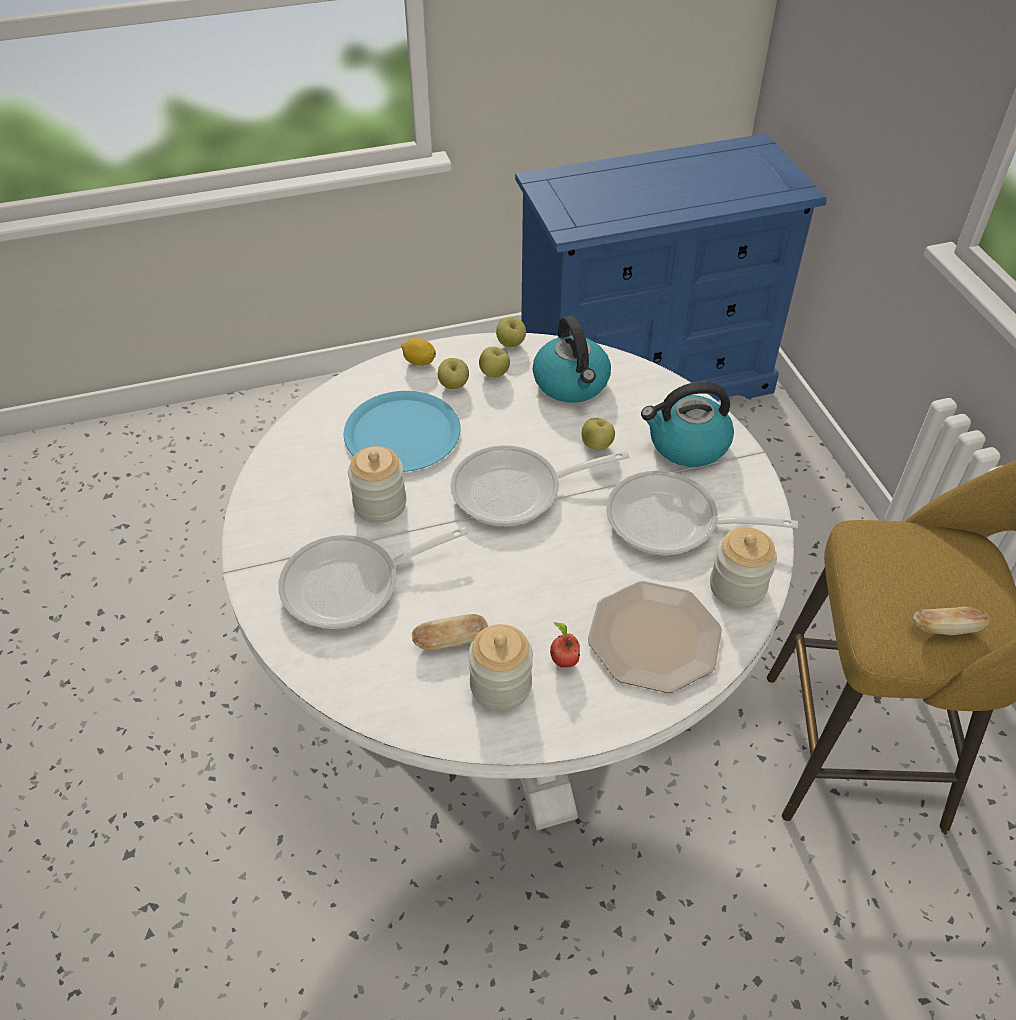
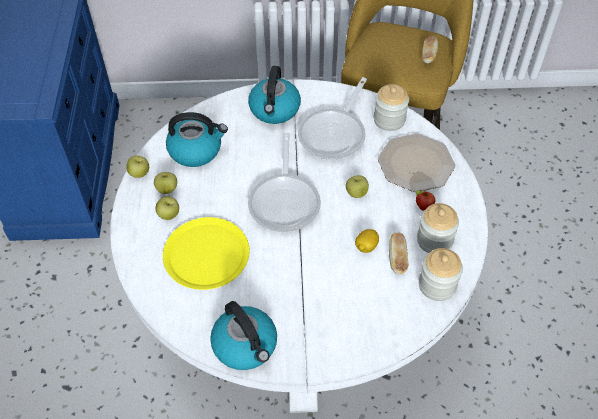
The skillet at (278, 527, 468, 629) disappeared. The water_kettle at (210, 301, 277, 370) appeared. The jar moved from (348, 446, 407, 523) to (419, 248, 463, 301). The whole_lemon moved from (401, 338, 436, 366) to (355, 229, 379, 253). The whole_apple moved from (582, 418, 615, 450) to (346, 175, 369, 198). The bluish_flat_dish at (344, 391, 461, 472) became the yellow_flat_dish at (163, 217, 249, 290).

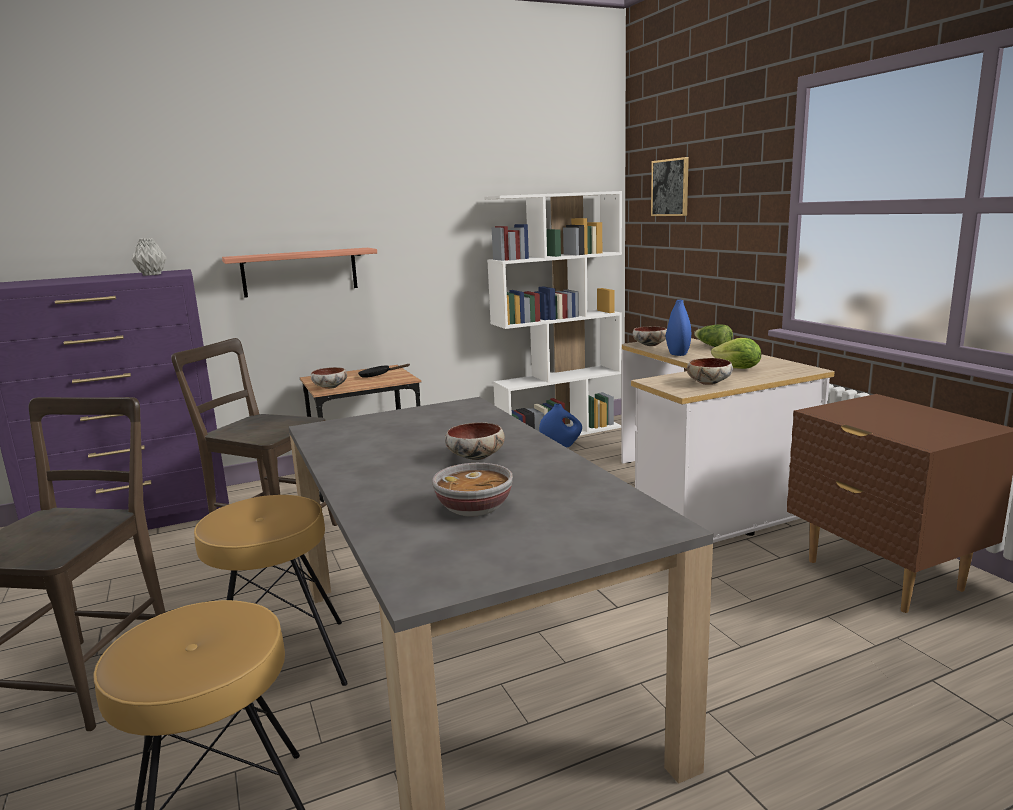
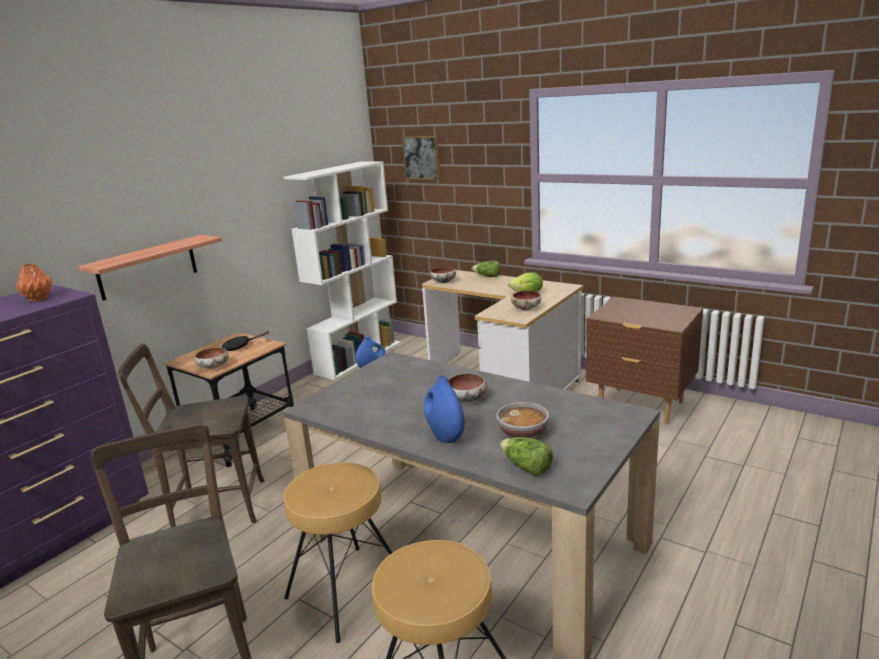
The lettuce_head at (500, 437, 553, 476) appeared. The bluish_vase moved from (666, 300, 691, 356) to (424, 375, 465, 443). The gray_vase at (132, 238, 167, 276) became the orange_vase at (16, 263, 52, 302).

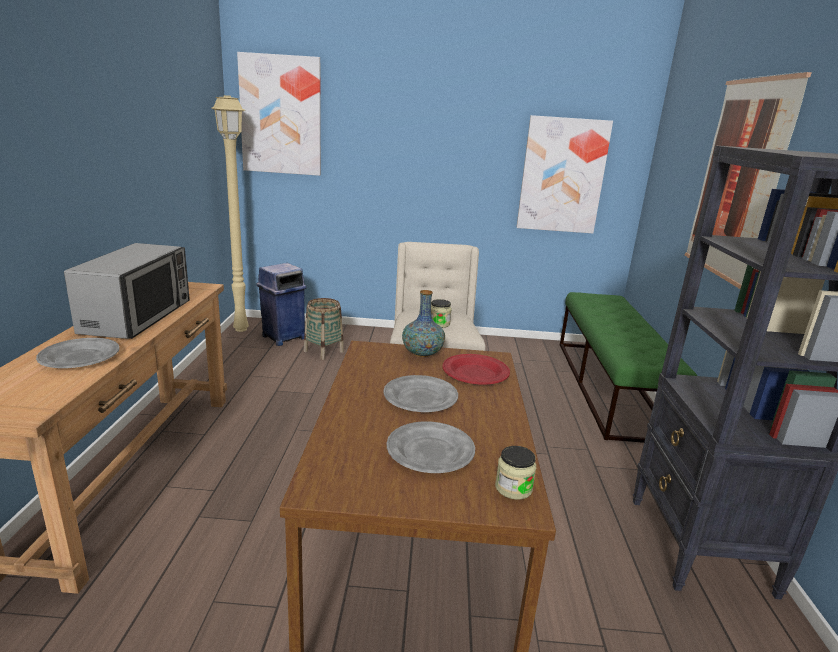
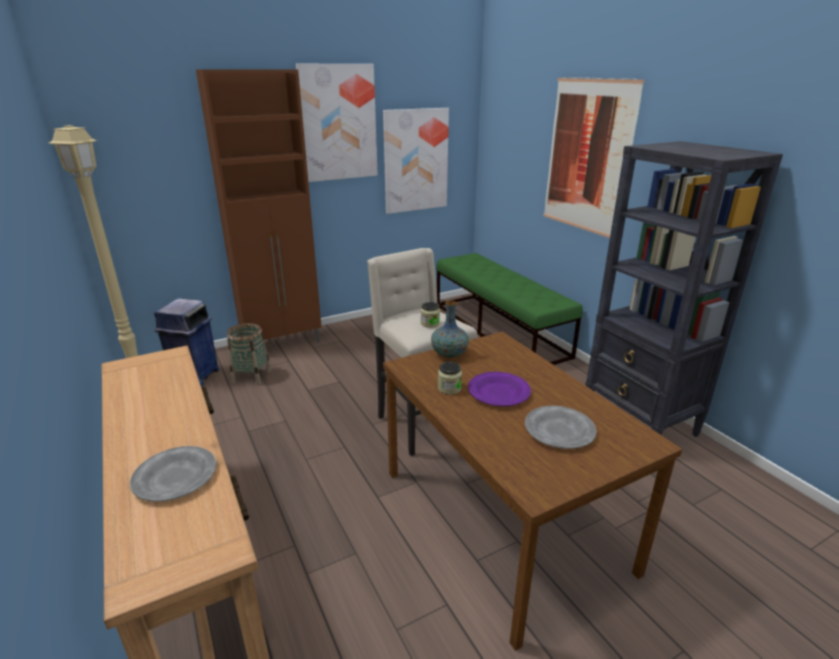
The kitchen_microwave at (64, 243, 190, 339) disappeared. The reddish_flat_dish at (442, 354, 510, 385) disappeared. The brown-coloured_cupboard at (196, 69, 322, 342) appeared. The wall_picture moved from (237, 52, 321, 176) to (296, 64, 378, 182). The jar moved from (495, 446, 536, 500) to (438, 362, 462, 395). The gray_flat_dish at (383, 375, 458, 412) became the purplish_flat_dish at (468, 372, 531, 406).

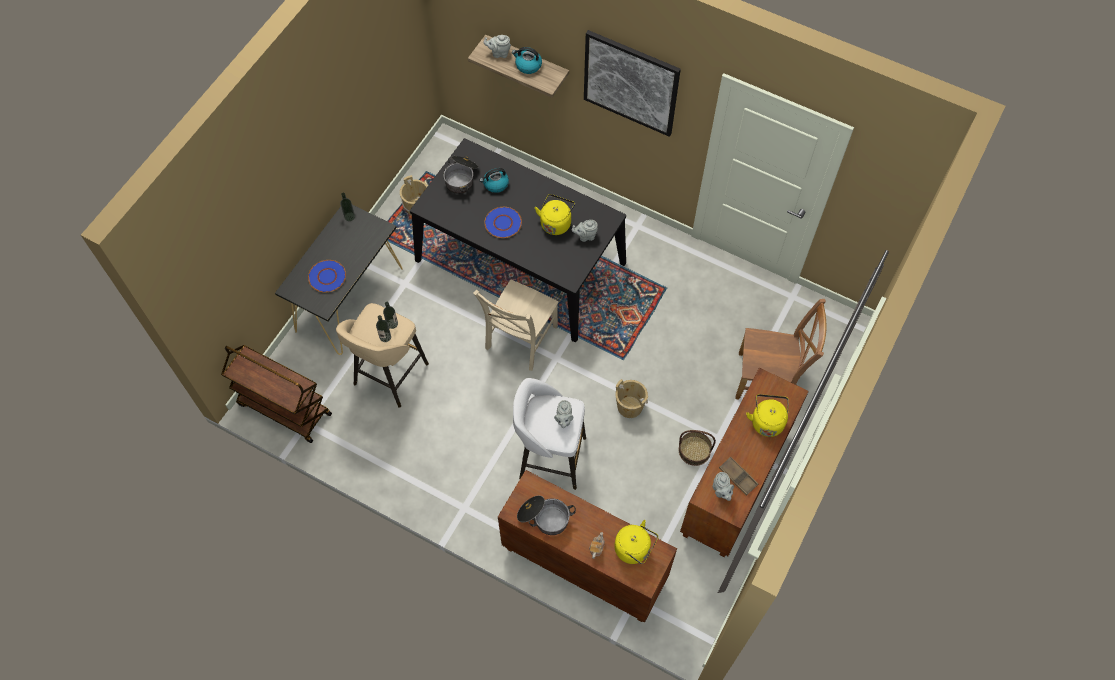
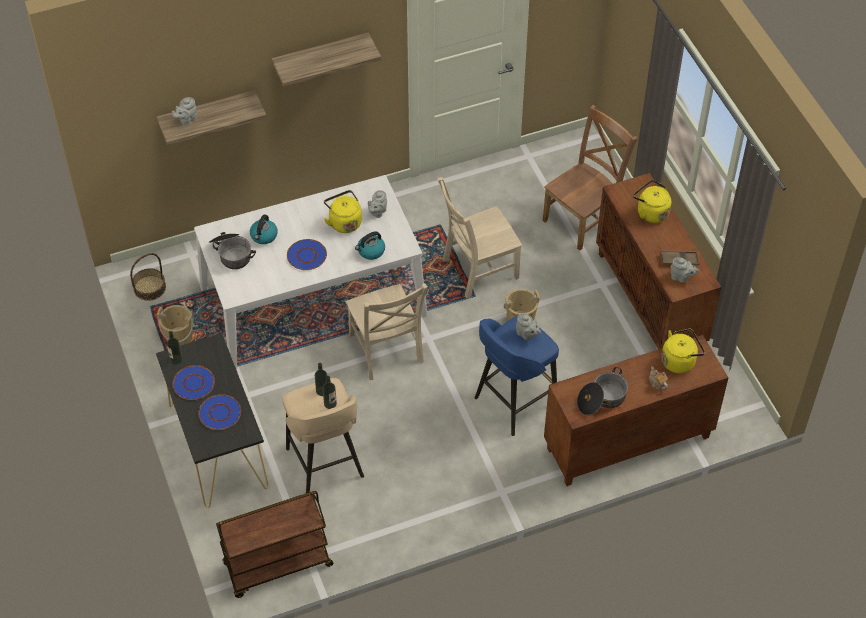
The bluish_flat_dish at (172, 365, 215, 400) appeared. The sand-coloured_chair at (437, 177, 522, 298) appeared. The water_kettle moved from (512, 47, 542, 74) to (355, 231, 385, 260). The storage_basket moved from (679, 430, 716, 466) to (130, 253, 166, 301). The wall_picture at (584, 30, 681, 137) was replaced by the shelf at (272, 32, 381, 87). The black_dinner_table at (410, 138, 626, 342) became the white-coloured_dinner_table at (194, 175, 428, 370). The white-coloured_sitting_stool at (513, 378, 586, 490) became the bluish_sitting_stool at (474, 315, 559, 436).

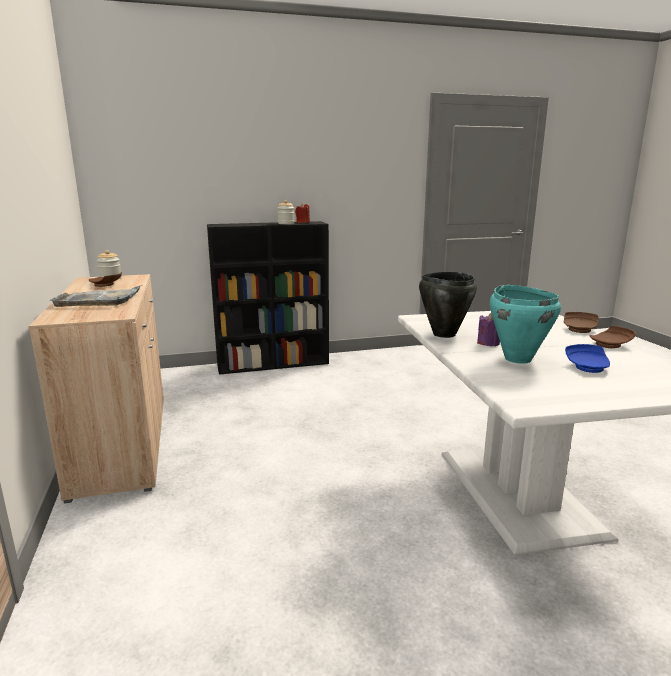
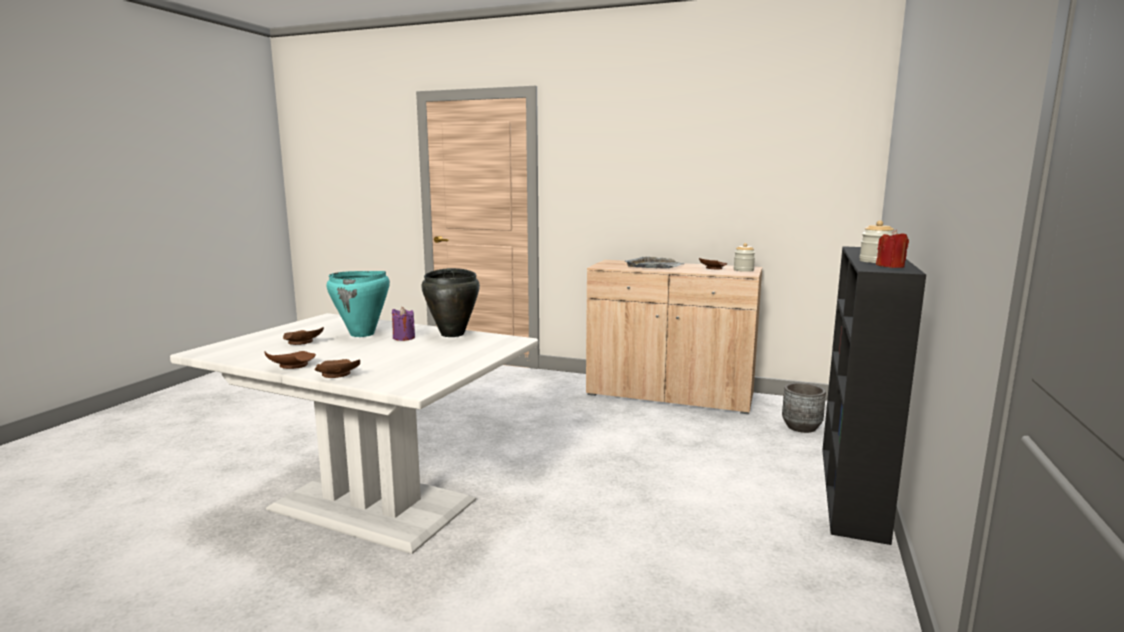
The gray_flower_pot at (782, 383, 826, 433) appeared. The bluish_flat_dish at (565, 344, 610, 373) became the brown-coloured_flat_dish at (283, 327, 324, 345).

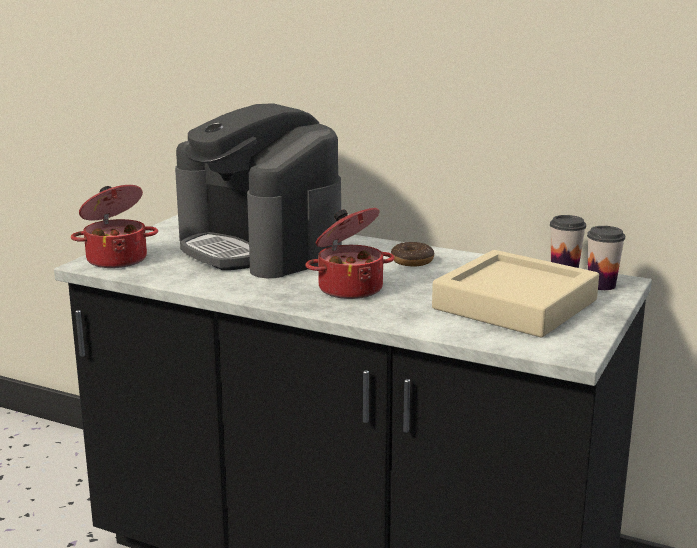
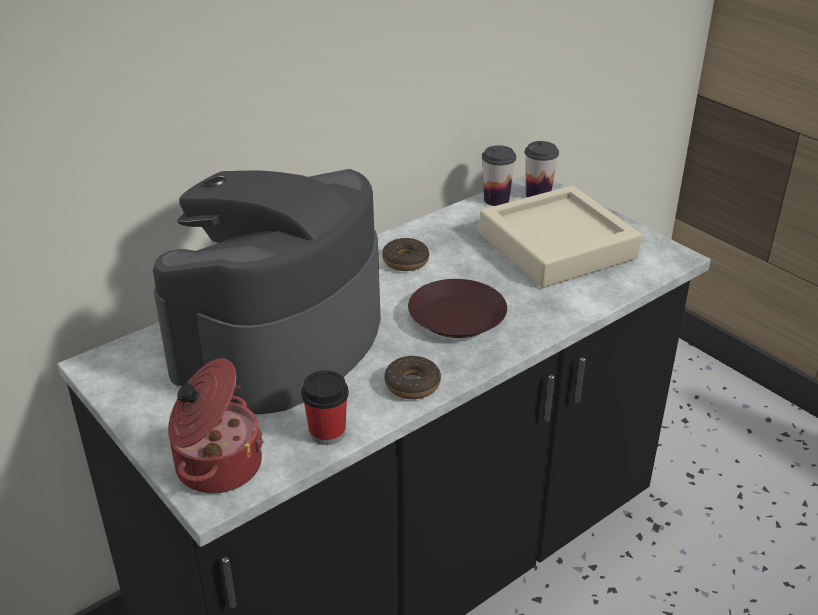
The drinking_cup at (301, 370, 349, 445) appeared. The donut at (384, 356, 441, 399) appeared. The saucepot at (305, 208, 395, 299) was replaced by the brown-coloured_flat_dish at (408, 279, 507, 338). The coffee_machine at (175, 103, 342, 278) turned 135 degrees clockwise.

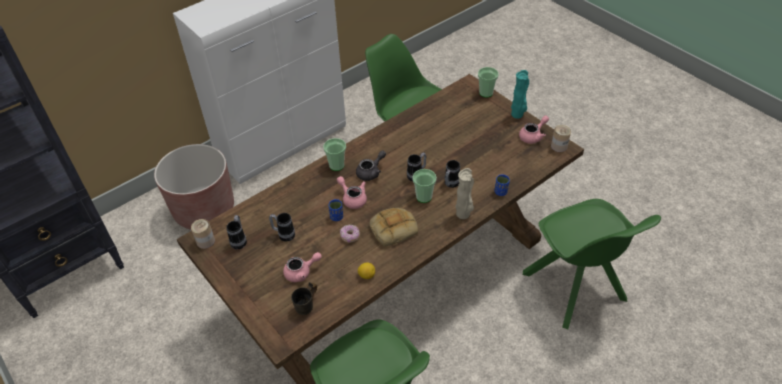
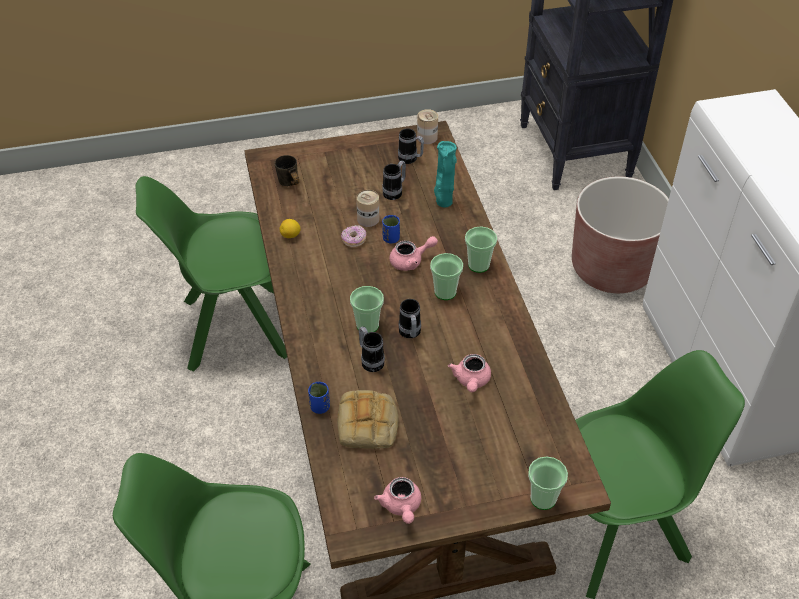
The sand-coloured_vase at (455, 168, 474, 219) disappeared. The pink-coloured_pot_for_tea moved from (283, 252, 322, 282) to (448, 354, 491, 392). The baked_bread moved from (370, 208, 418, 247) to (337, 390, 398, 449). The turquoise-coloured_vase moved from (511, 70, 529, 119) to (434, 141, 457, 208). The sealed_can moved from (551, 125, 571, 152) to (356, 190, 379, 227). The gray_pot_for_tea at (356, 150, 386, 181) was replaced by the drinking_cup at (430, 253, 463, 300).

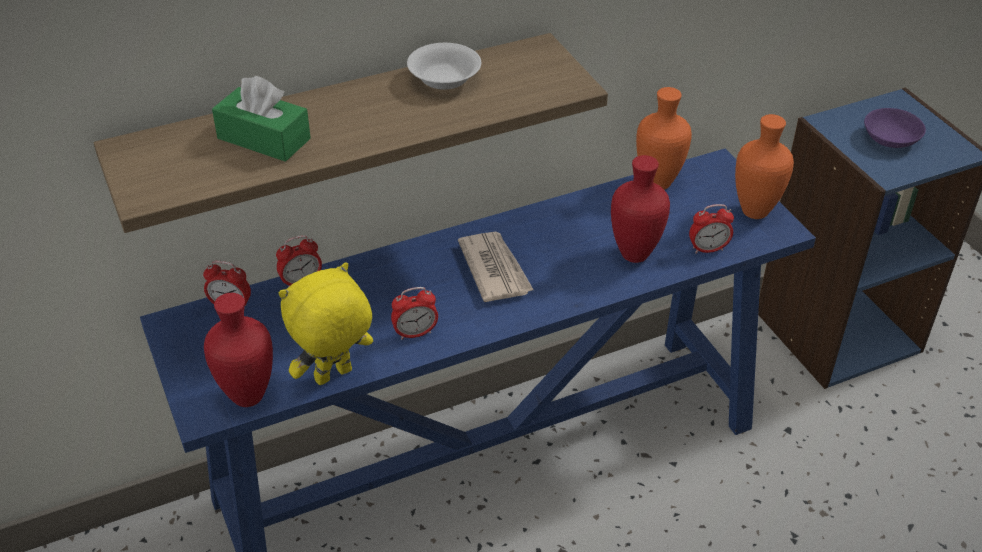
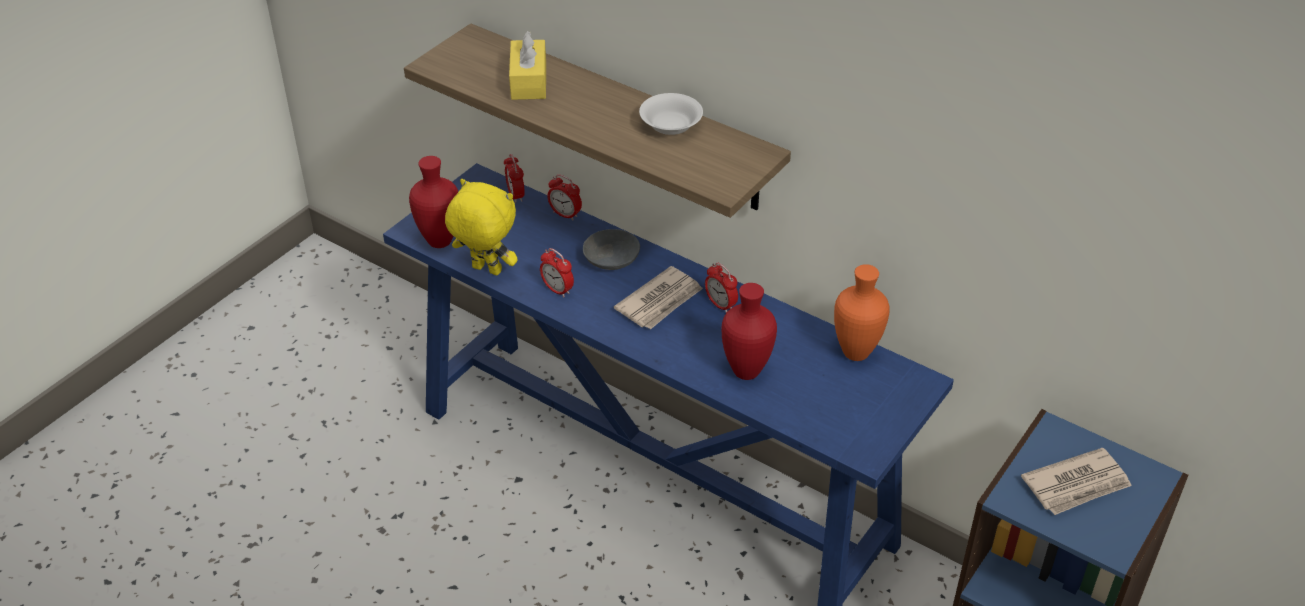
The orange_vase at (735, 114, 794, 219) disappeared. The gray_serving_bowl at (583, 229, 640, 270) appeared. The alarm_clock moved from (689, 204, 734, 253) to (705, 262, 738, 313). The purplish_serving_bowl at (864, 108, 926, 148) was replaced by the daily_paper at (1021, 448, 1132, 515). The green_tissue_holder at (212, 76, 311, 162) became the yellow_tissue_holder at (509, 31, 546, 100).

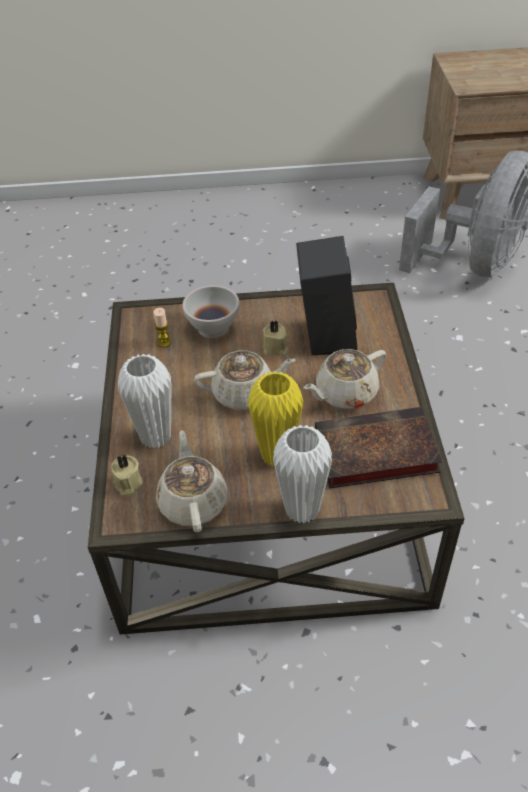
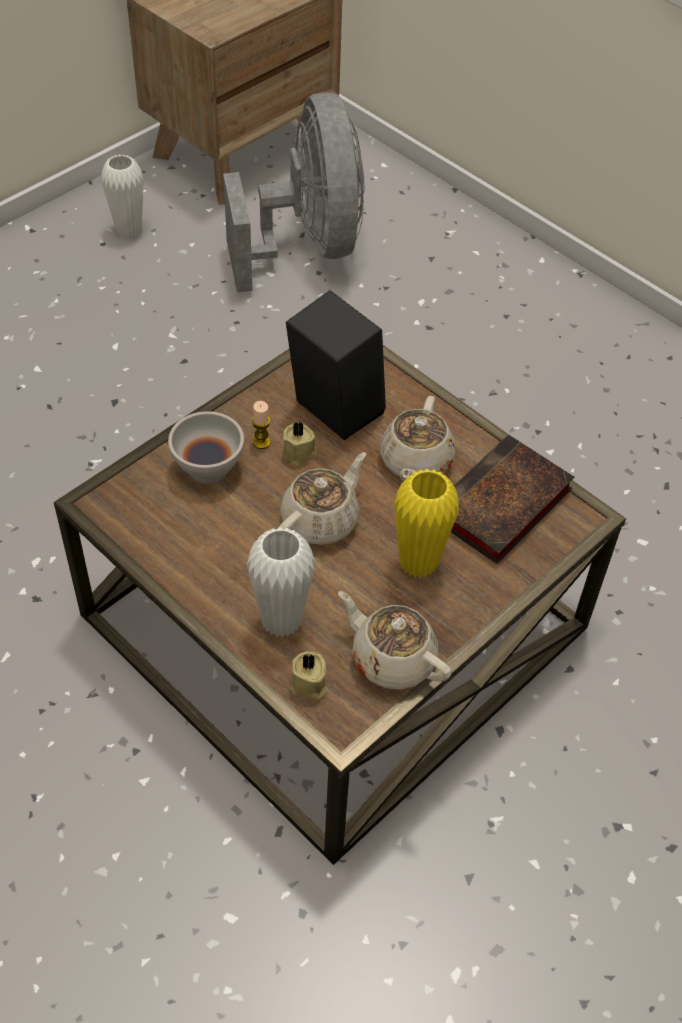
The candle moved from (154, 308, 171, 348) to (252, 401, 271, 449). The white-coloured_vase moved from (273, 425, 332, 524) to (101, 154, 144, 238).

